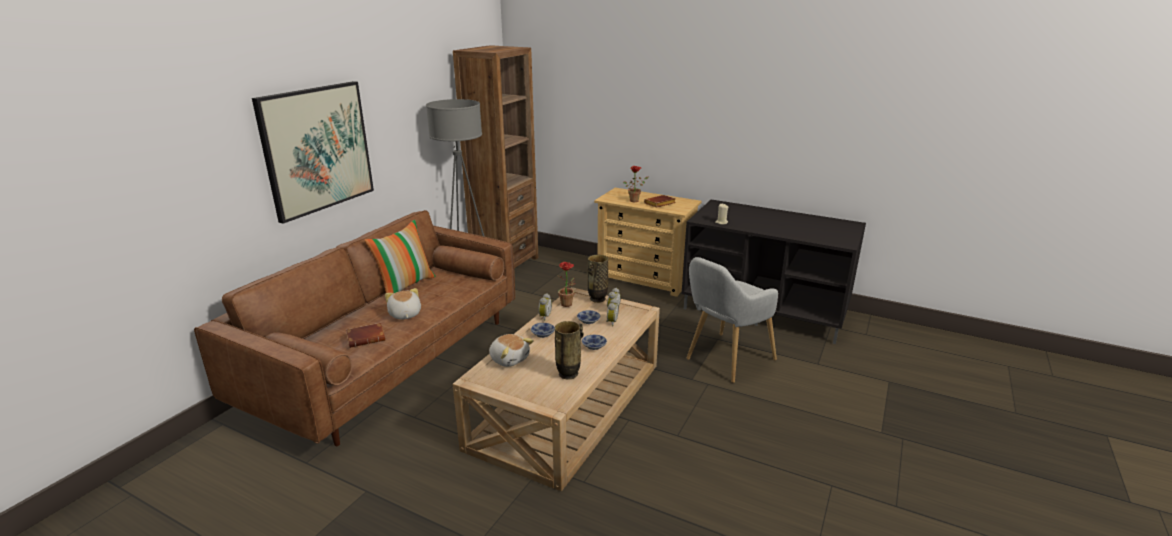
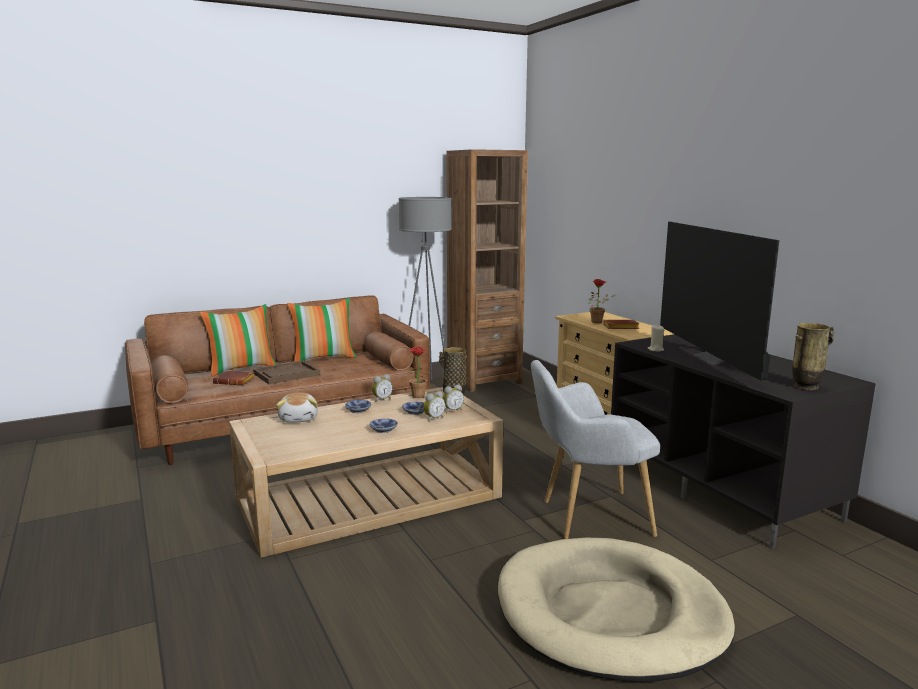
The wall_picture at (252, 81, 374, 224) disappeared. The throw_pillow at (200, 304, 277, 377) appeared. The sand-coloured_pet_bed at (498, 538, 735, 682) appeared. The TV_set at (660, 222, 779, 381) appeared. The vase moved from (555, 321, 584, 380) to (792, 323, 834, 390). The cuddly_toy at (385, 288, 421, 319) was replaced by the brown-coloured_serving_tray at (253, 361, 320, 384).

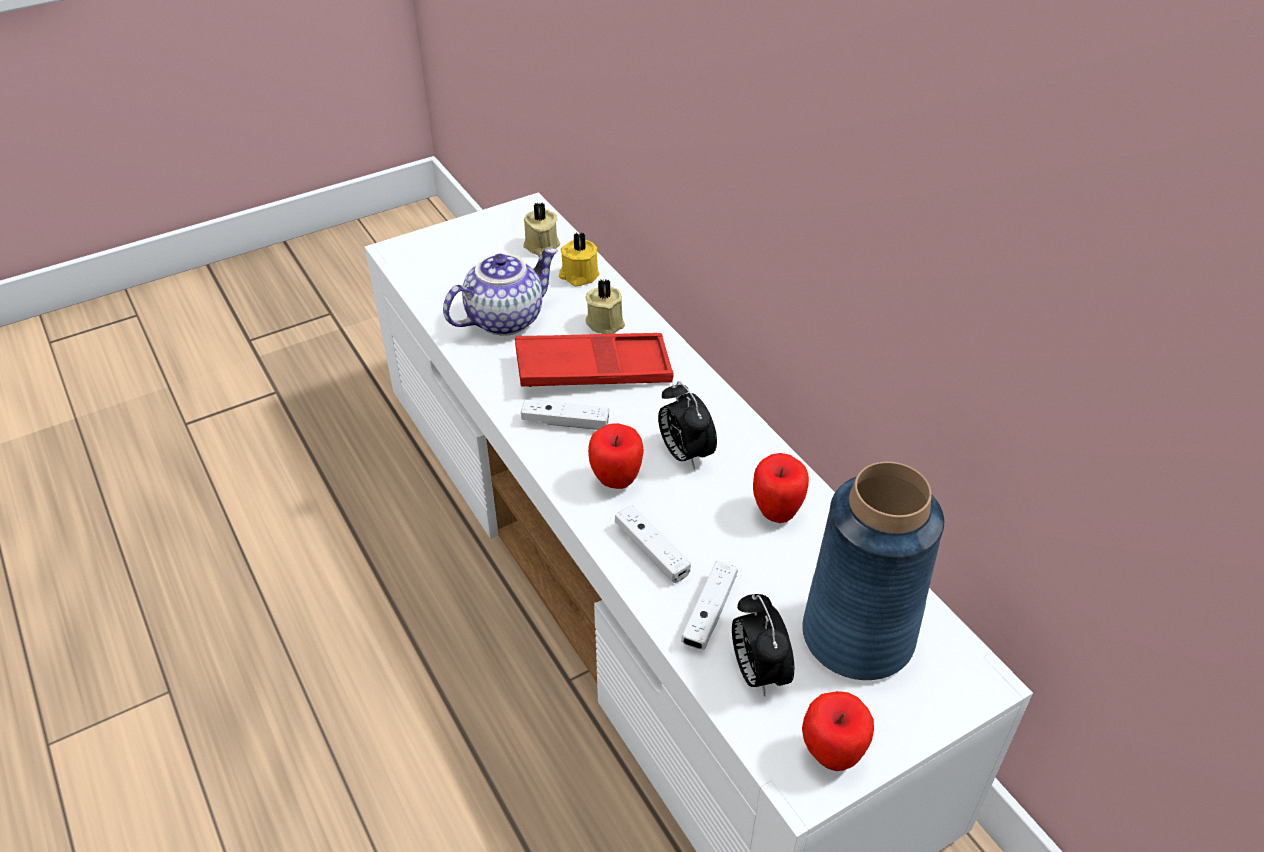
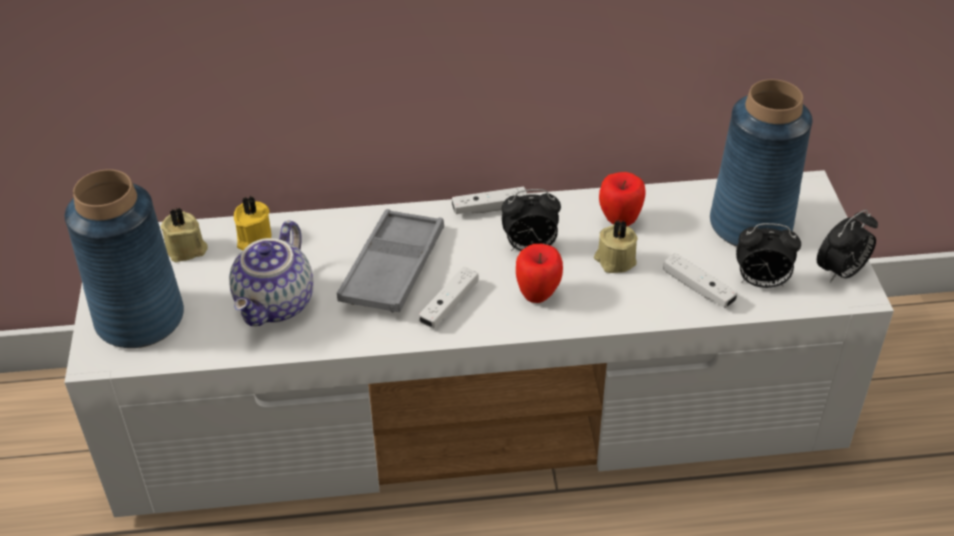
The bluish_vase at (65, 169, 184, 348) appeared. The sand-coloured_candle moved from (585, 279, 625, 334) to (594, 219, 638, 273). The white-coloured_game_controller moved from (615, 505, 691, 583) to (452, 187, 527, 214). The whole_apple at (802, 691, 874, 771) was replaced by the alarm_clock at (817, 210, 878, 283). The reddish_serving_tray at (515, 333, 674, 387) became the gray_serving_tray at (337, 209, 444, 312). The pot_for_tea at (443, 248, 558, 336) turned 150 degrees counterclockwise.

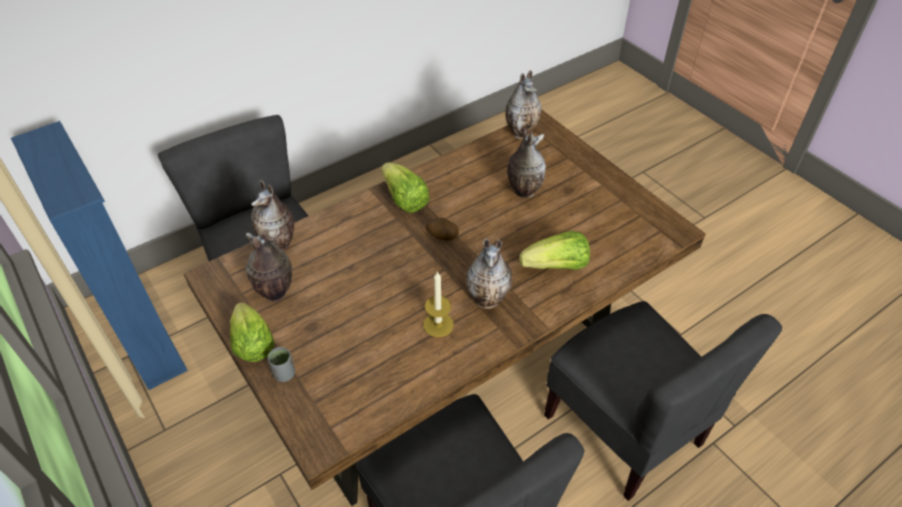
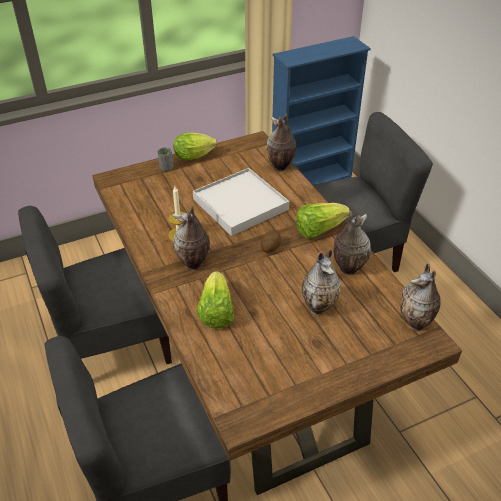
The white-coloured_serving_tray at (193, 168, 289, 236) appeared. The vase moved from (246, 229, 292, 302) to (334, 211, 371, 275).

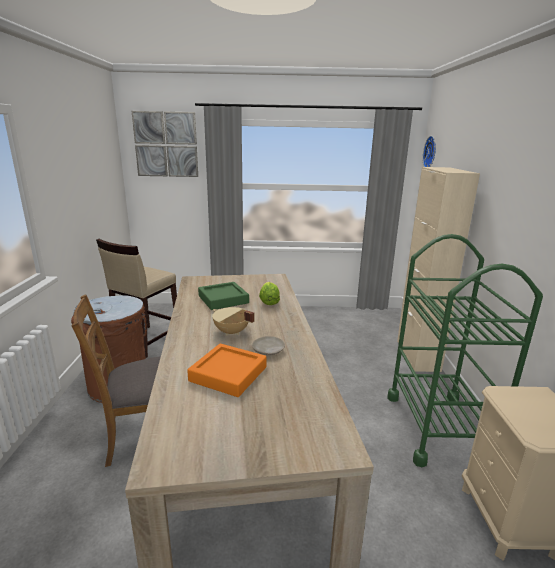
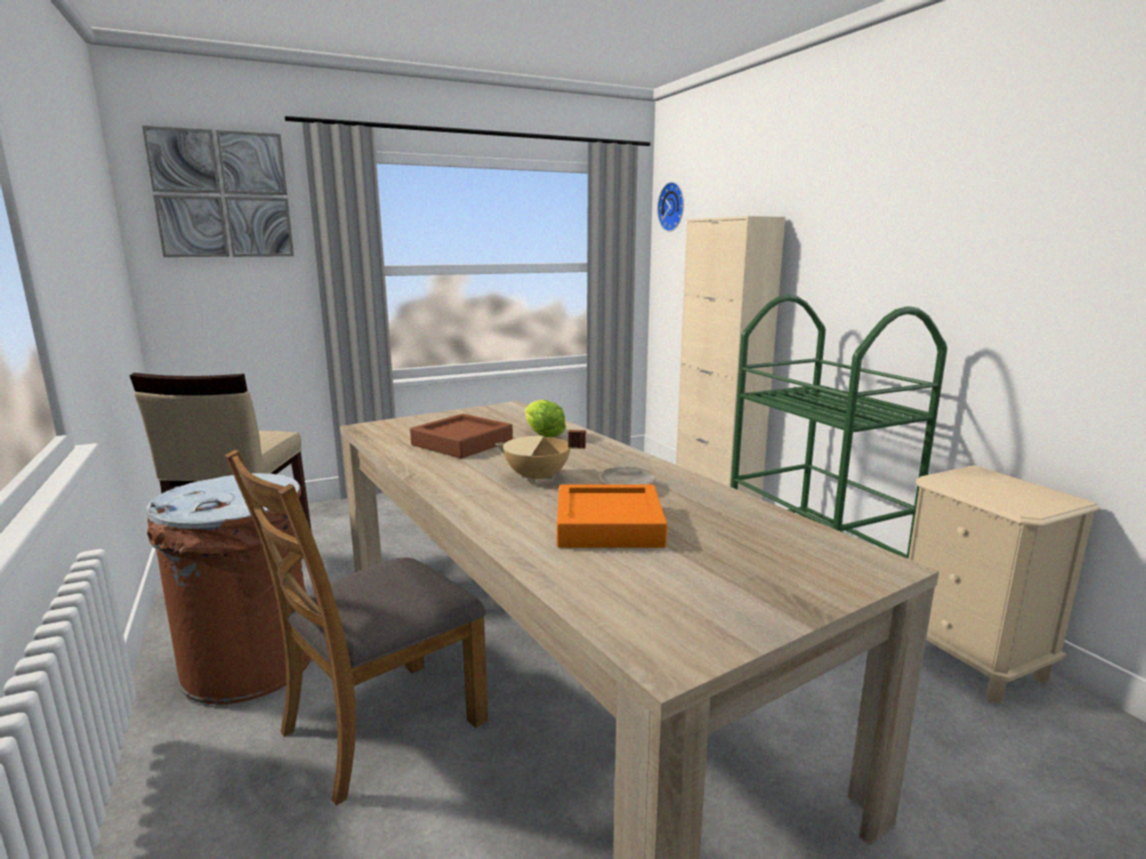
The green_serving_tray at (198, 282, 249, 310) became the brown-coloured_serving_tray at (410, 414, 513, 458).

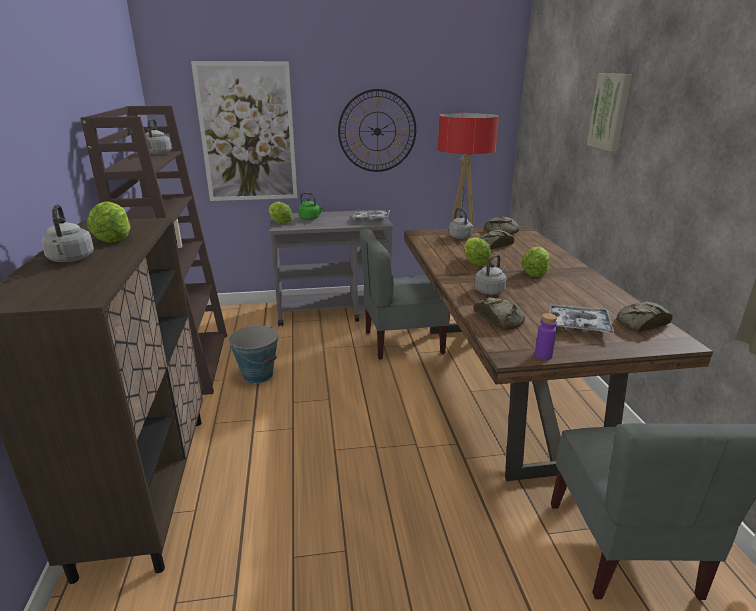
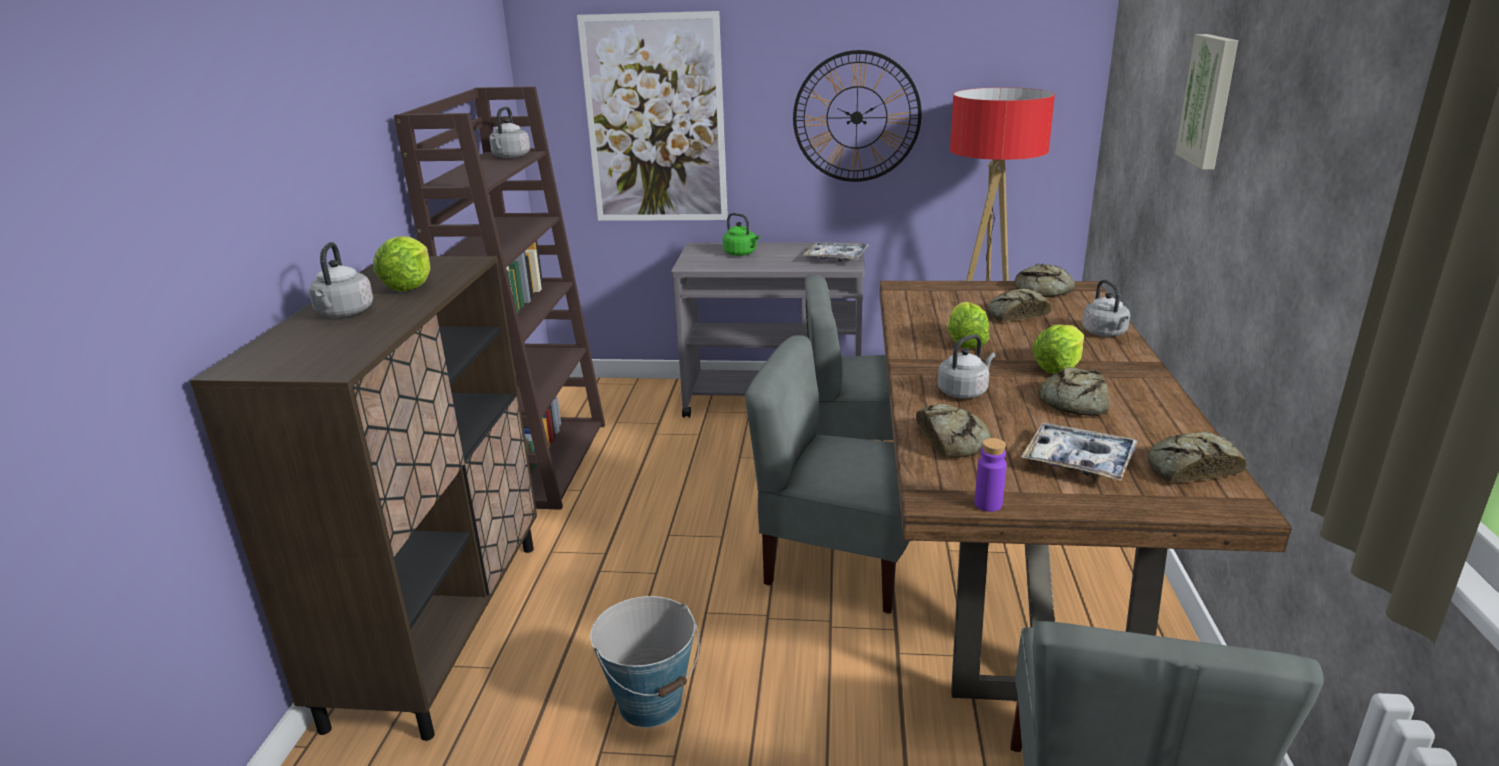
The lettuce_head at (269, 202, 292, 224) disappeared. The gray_chair at (745, 335, 912, 614) appeared. The baked_bread at (1038, 367, 1110, 416) appeared. The bucket moved from (228, 325, 280, 384) to (590, 596, 700, 728). The gray_water_kettle moved from (448, 208, 473, 239) to (1082, 280, 1130, 337).

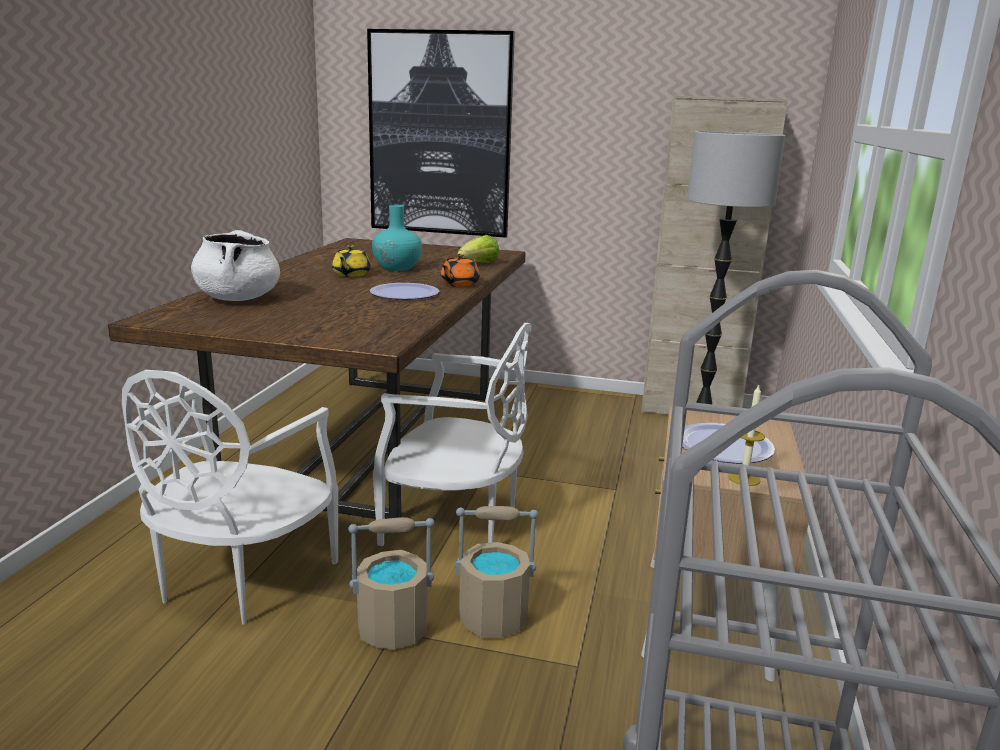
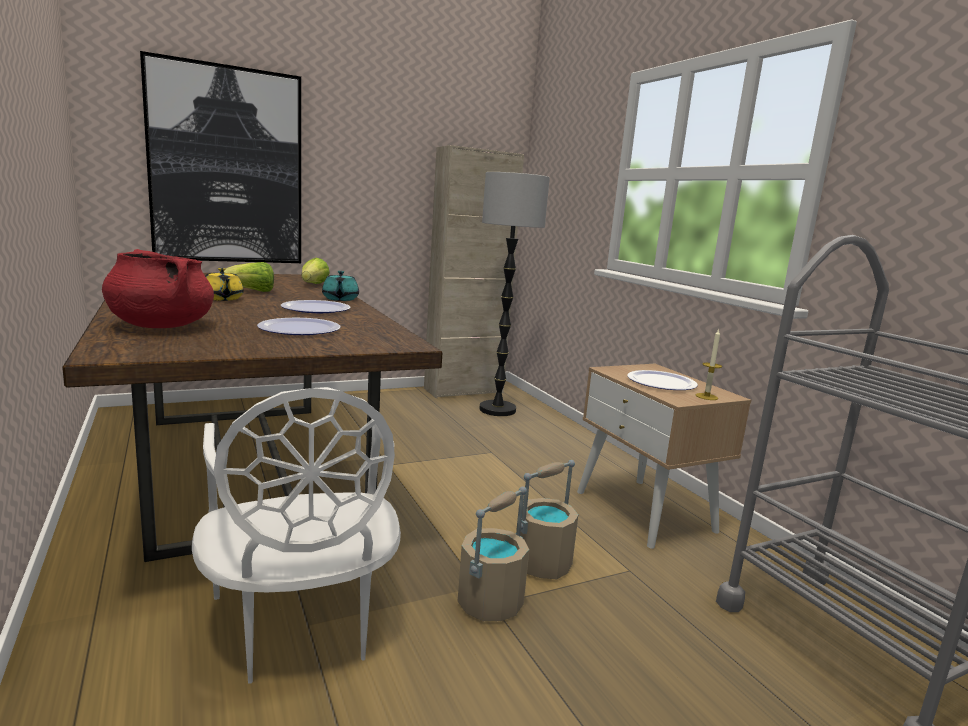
The white-coloured_chair at (373, 323, 532, 546) disappeared. The flat_dish at (257, 318, 340, 335) appeared. The turquoise-coloured_vase at (372, 205, 422, 271) was replaced by the lettuce_head at (224, 262, 274, 292). The white-coloured_saucepot at (191, 230, 280, 301) became the reddish_saucepot at (102, 249, 214, 328). The orange_pot_for_tea at (441, 254, 480, 287) became the turquoise-coloured_pot_for_tea at (322, 271, 359, 301).

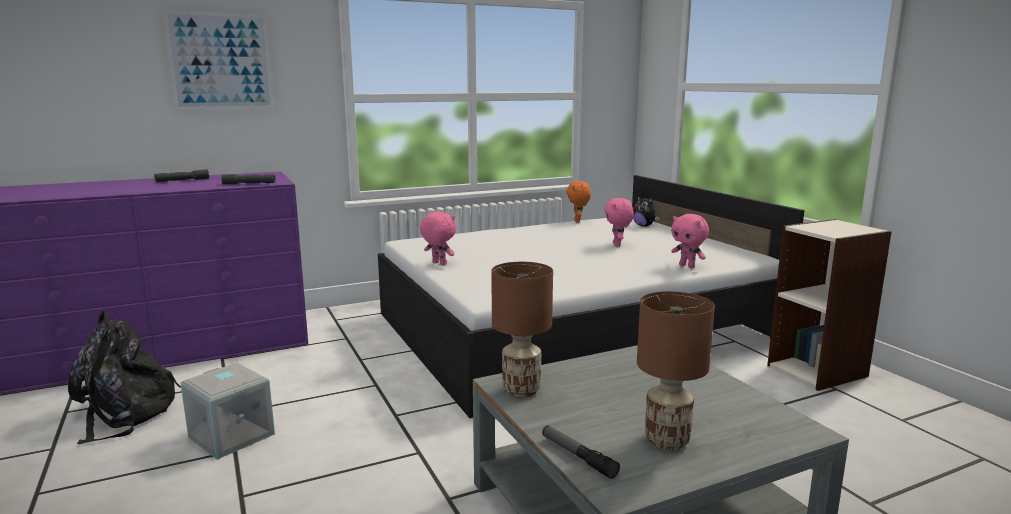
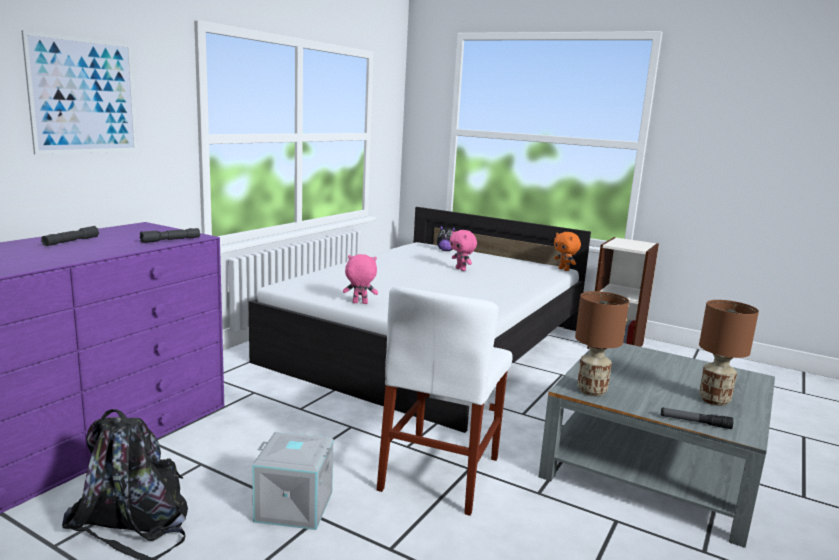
The pink-coloured_cuddly_toy at (671, 214, 709, 268) disappeared. The white-coloured_chair at (377, 286, 513, 516) appeared. The orange_cuddly_toy moved from (567, 181, 591, 223) to (554, 232, 581, 271).

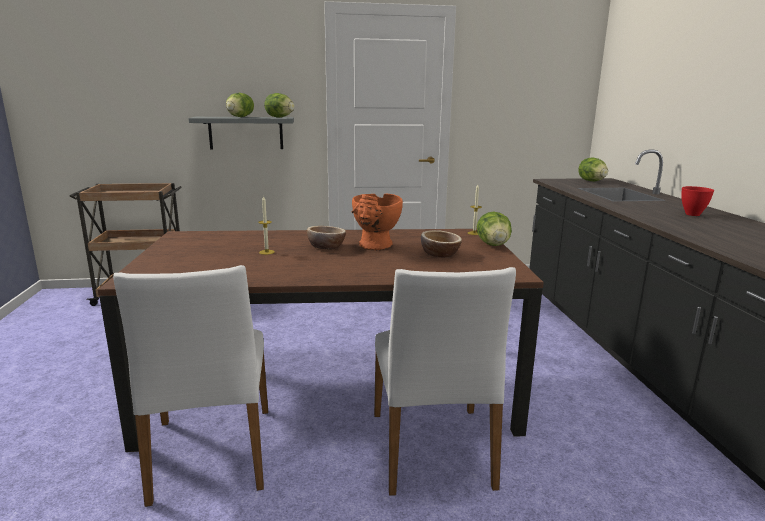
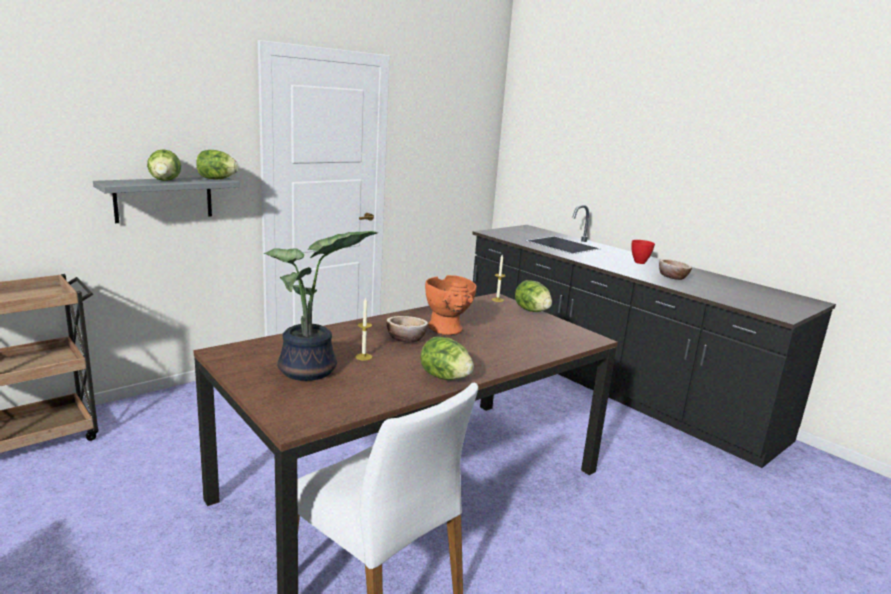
The white-coloured_chair at (374, 267, 516, 496) disappeared. The potted_plant at (263, 231, 378, 381) appeared. The serving_bowl moved from (421, 230, 462, 258) to (659, 259, 692, 280). The lettuce_head moved from (578, 158, 608, 181) to (420, 337, 474, 380).

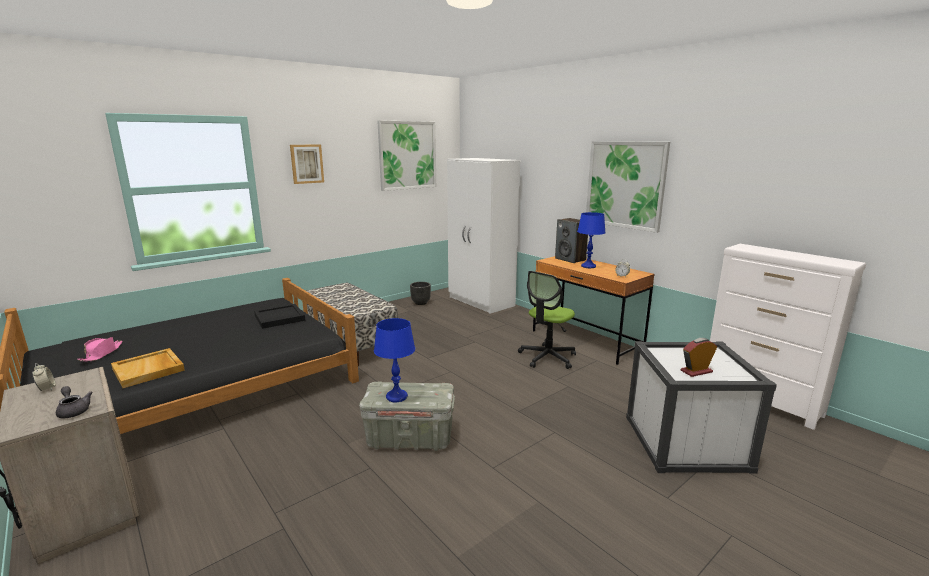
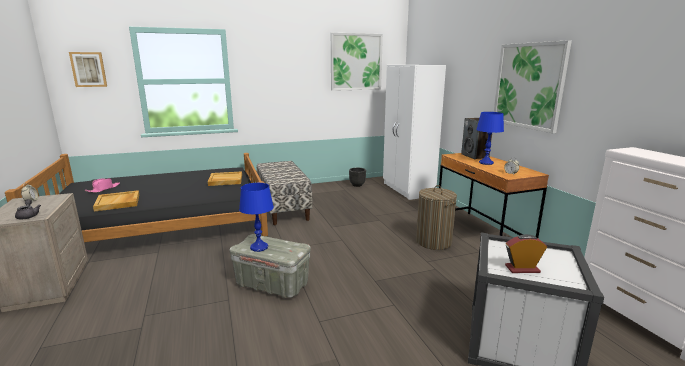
The wall_picture moved from (290, 144, 324, 184) to (69, 52, 107, 87). The computer_chair at (518, 271, 576, 369) was replaced by the hamper at (416, 185, 457, 250). The black_serving_tray at (254, 304, 305, 329) became the sand-coloured_serving_tray at (208, 171, 242, 186).

